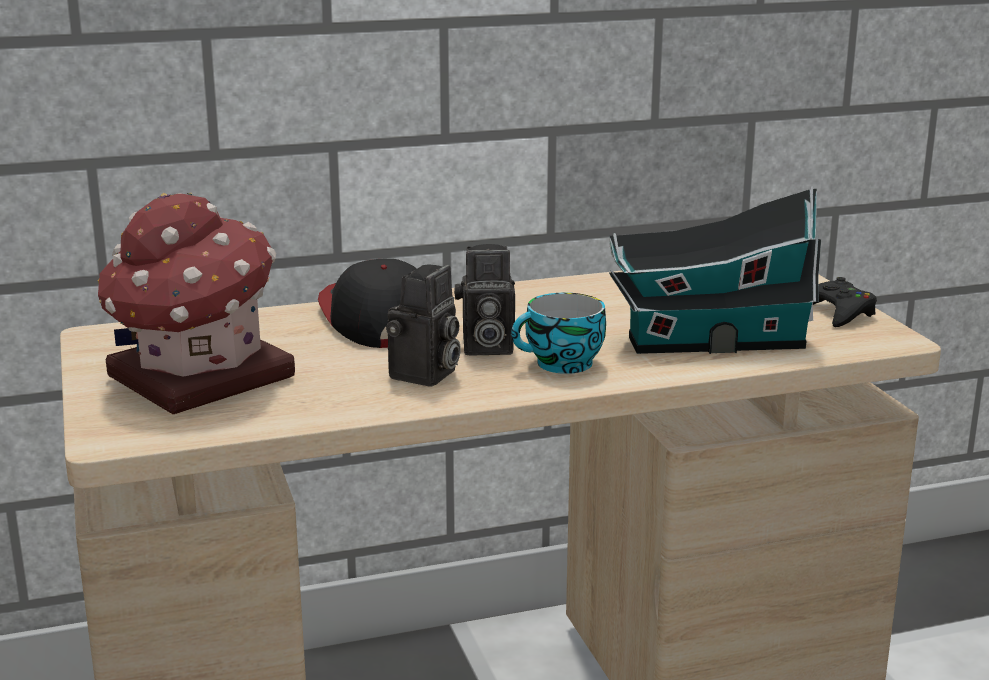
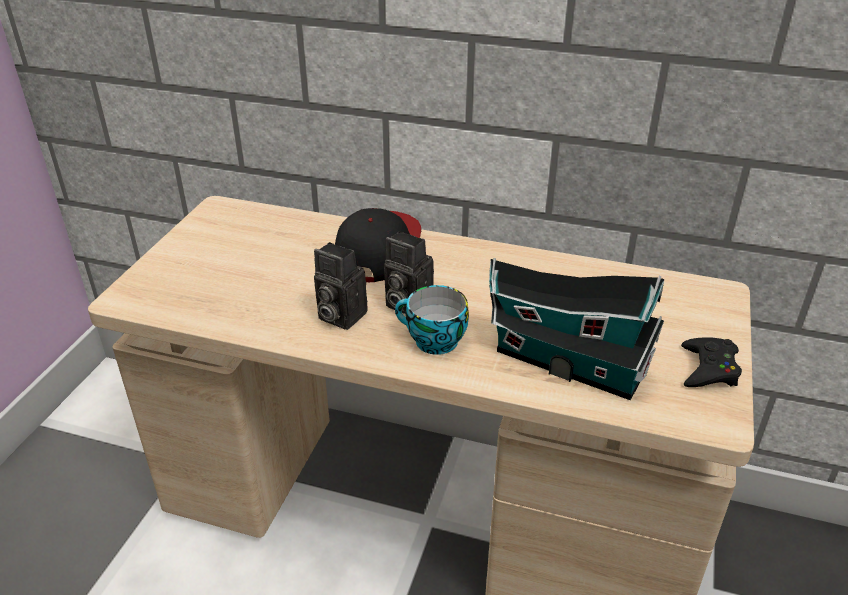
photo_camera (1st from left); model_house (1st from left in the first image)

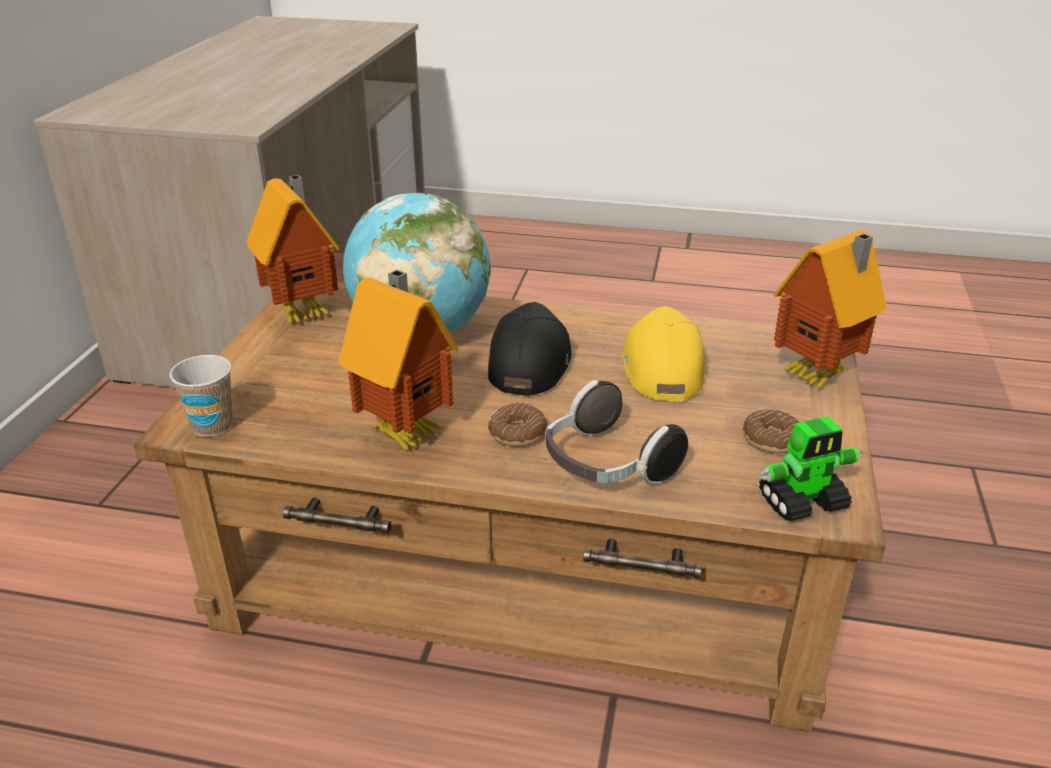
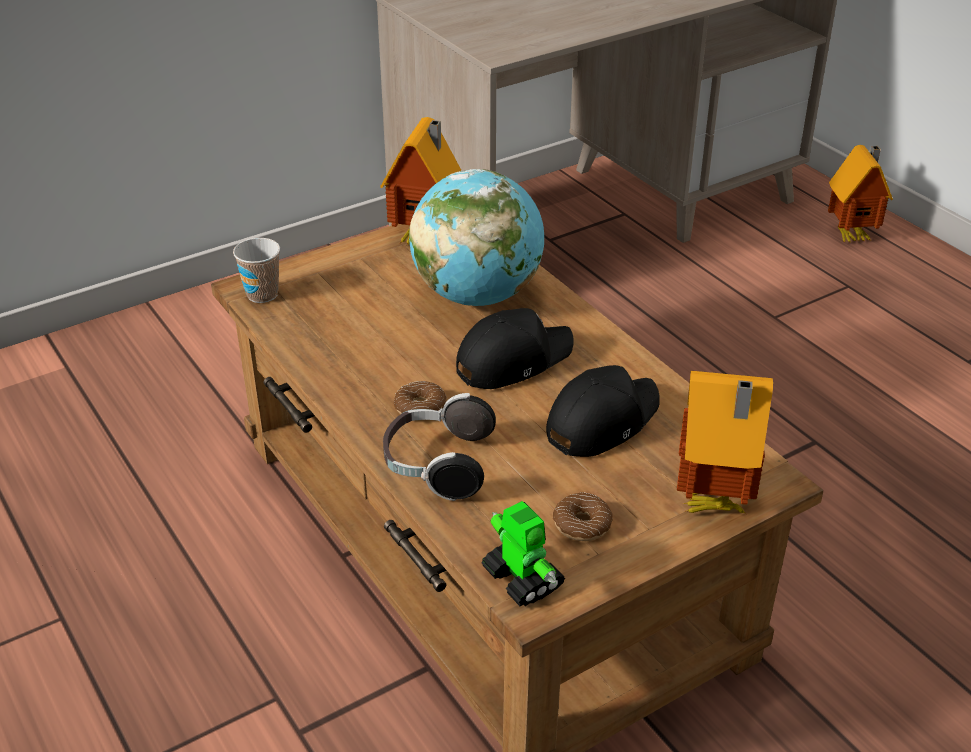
model_robot; black-coloured_peaked_cap (2nd from left); model_house (3rd from left)

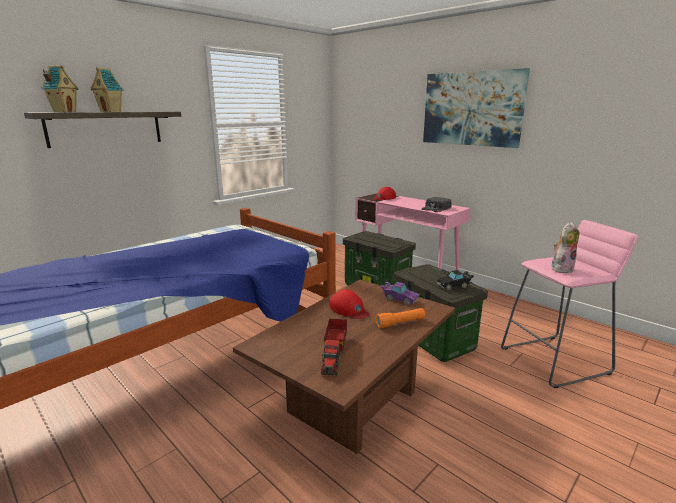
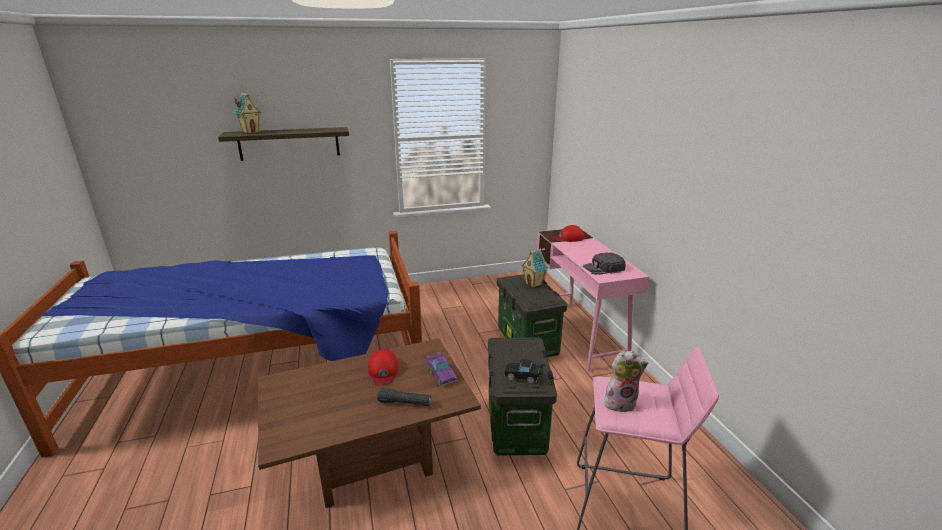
black-coloured_torch; model_house (2nd from left); toy_lorry; picture

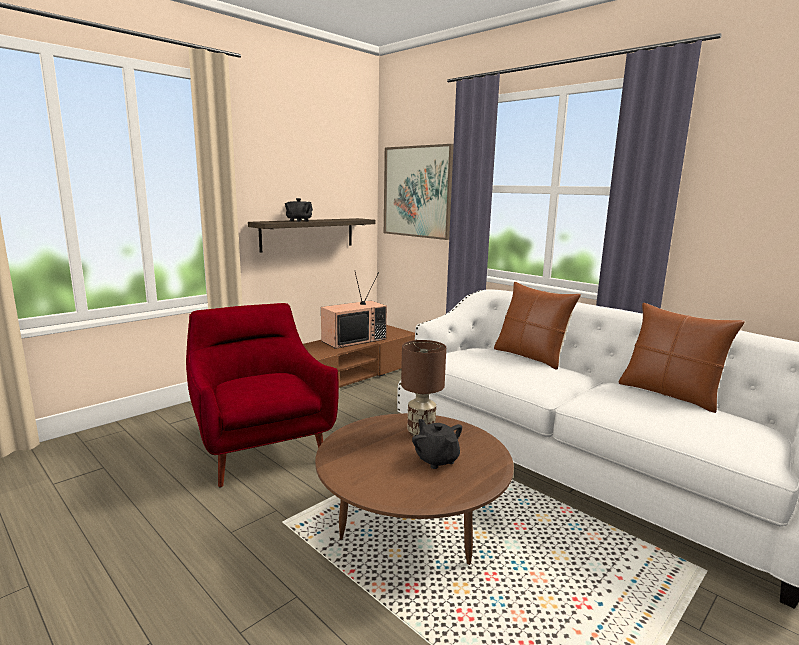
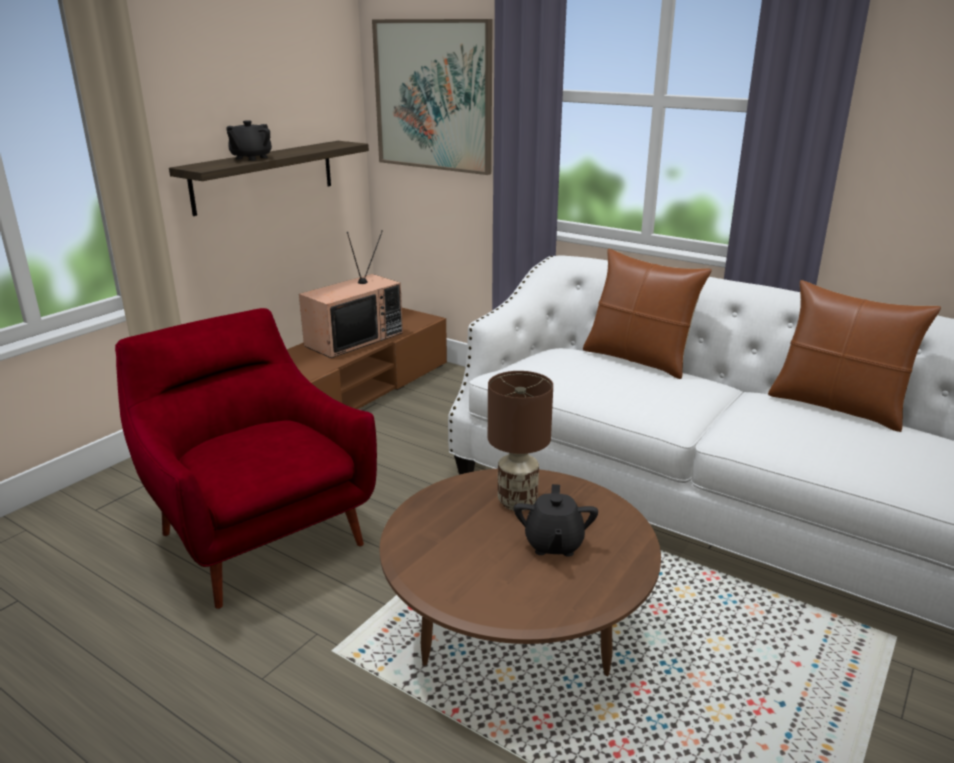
black-coloured_teapot (2nd from left)

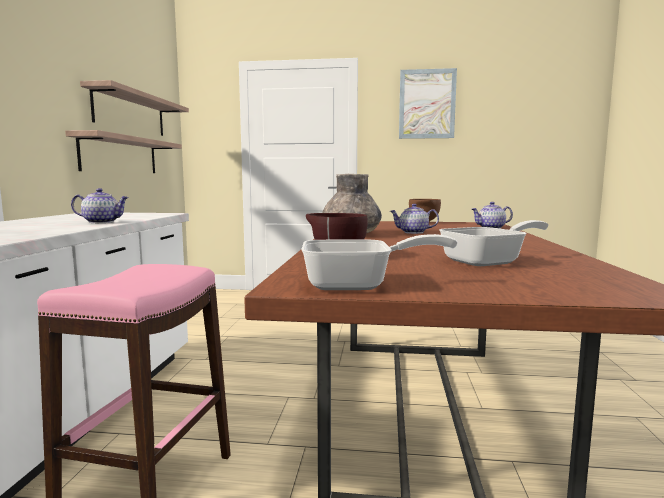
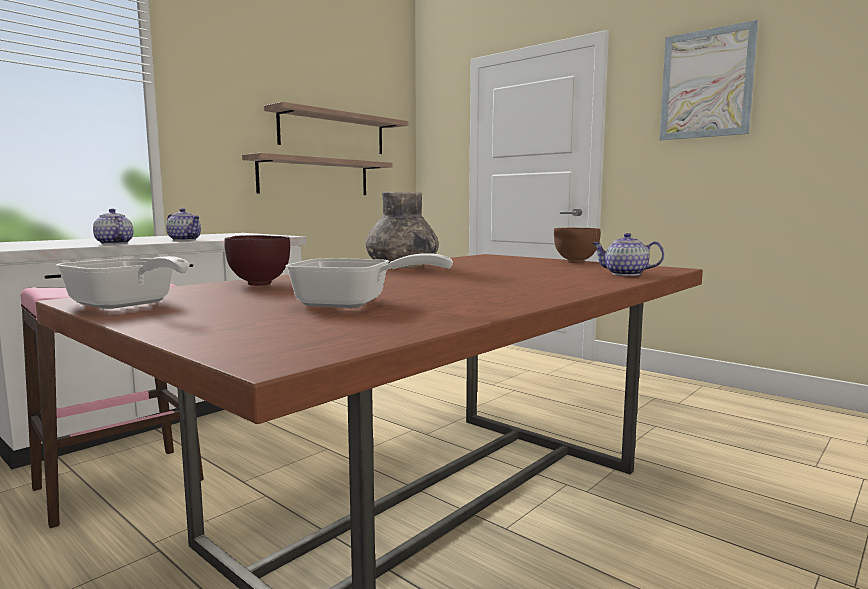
teapot (1st from left)

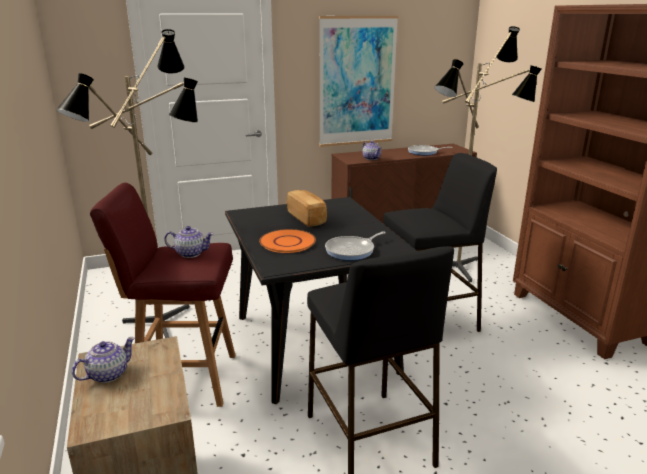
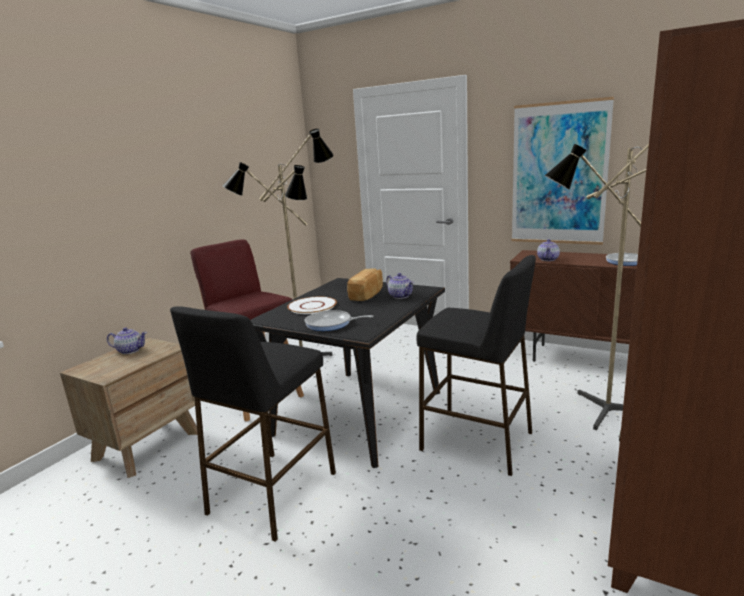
white-coloured_plate; teapot (2nd from left)

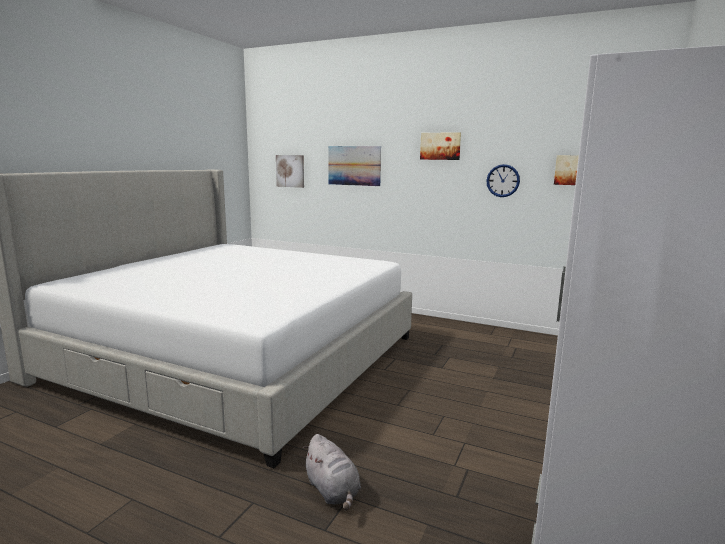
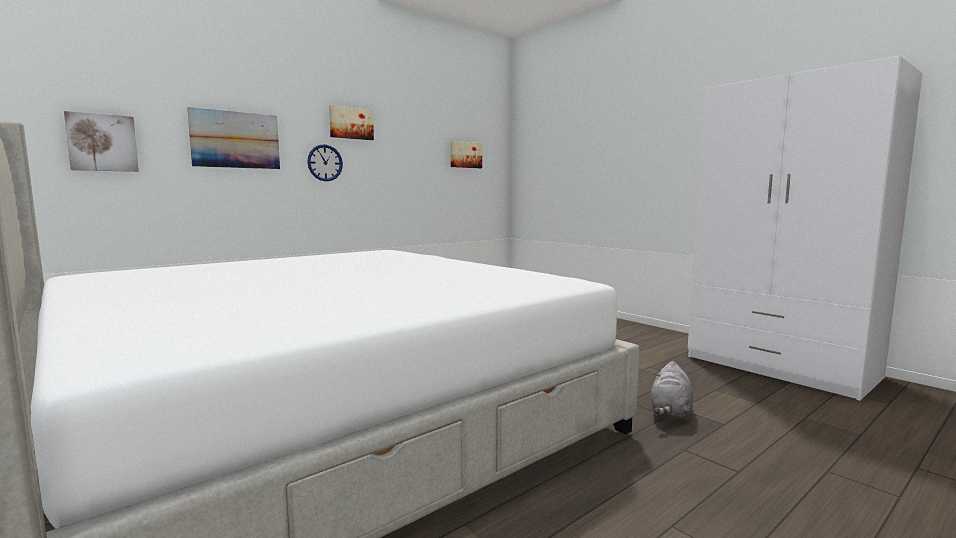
wall_clock; greyish_soft_toy

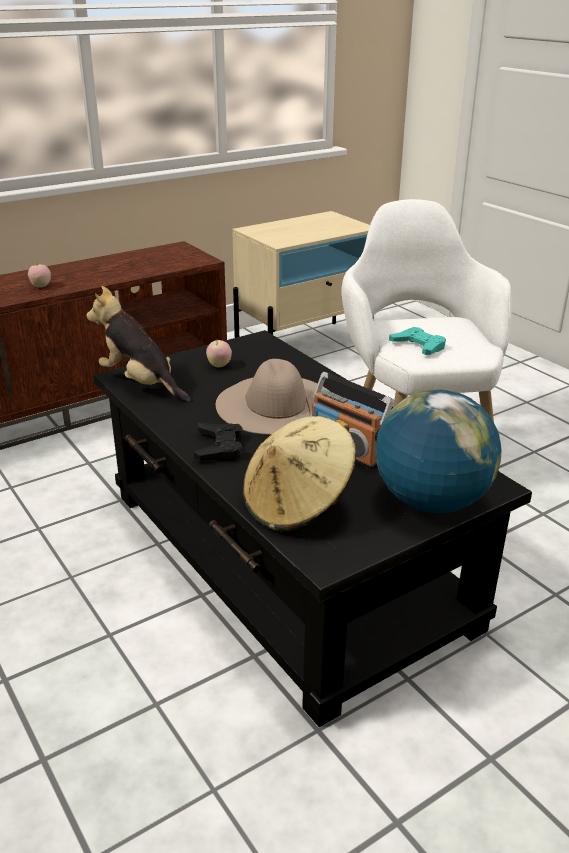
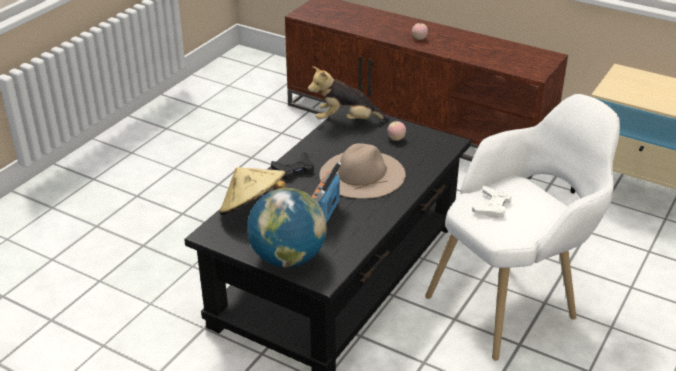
soft_toy; white-coloured_game_controller

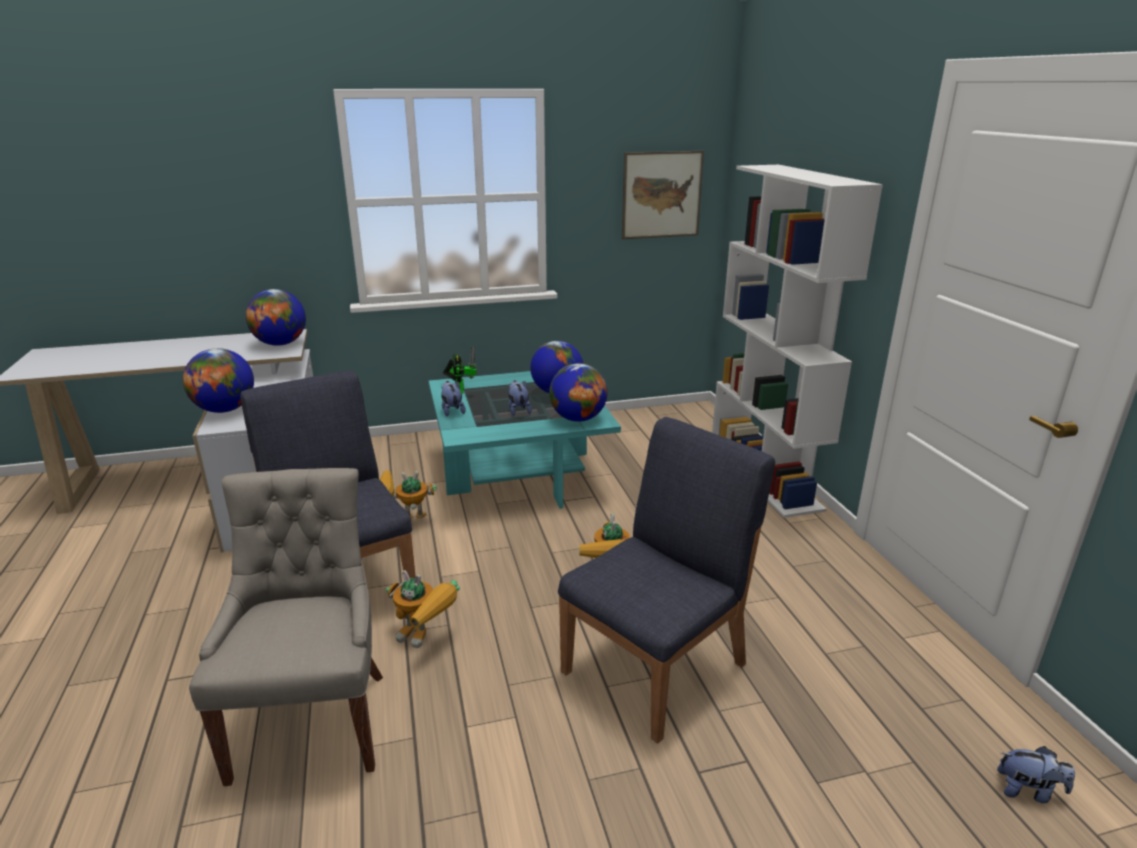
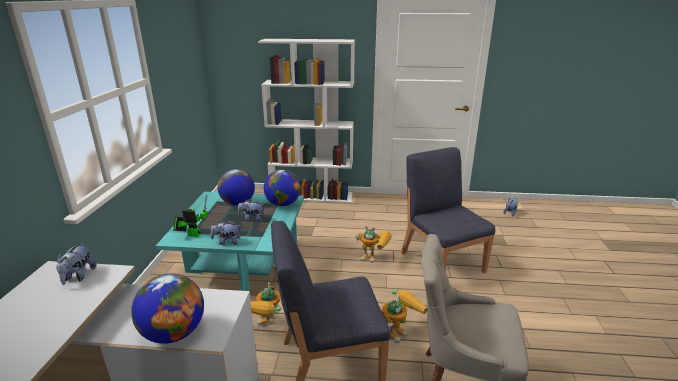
soft_toy (1st from left); picture

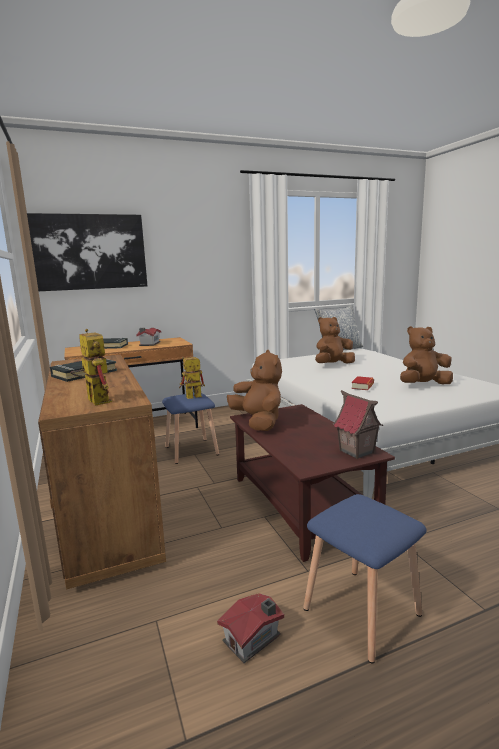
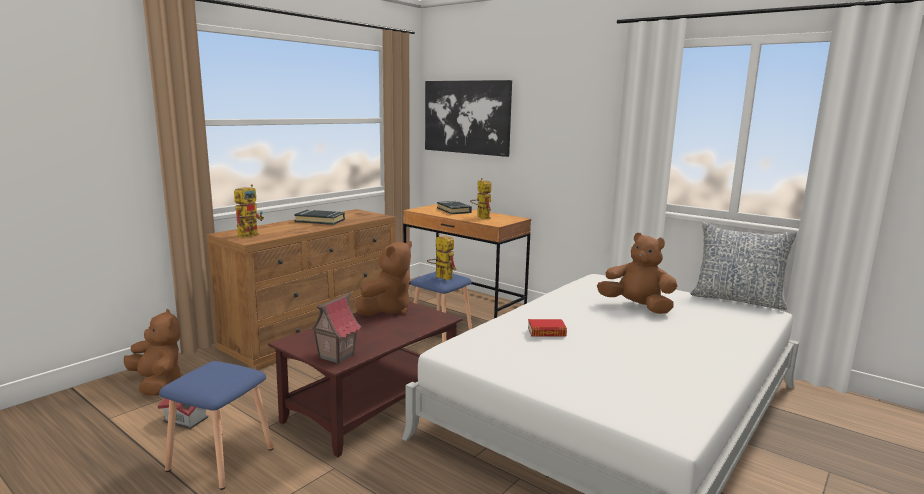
brown_soft_toy (1st from left); model_robot (3rd from left)

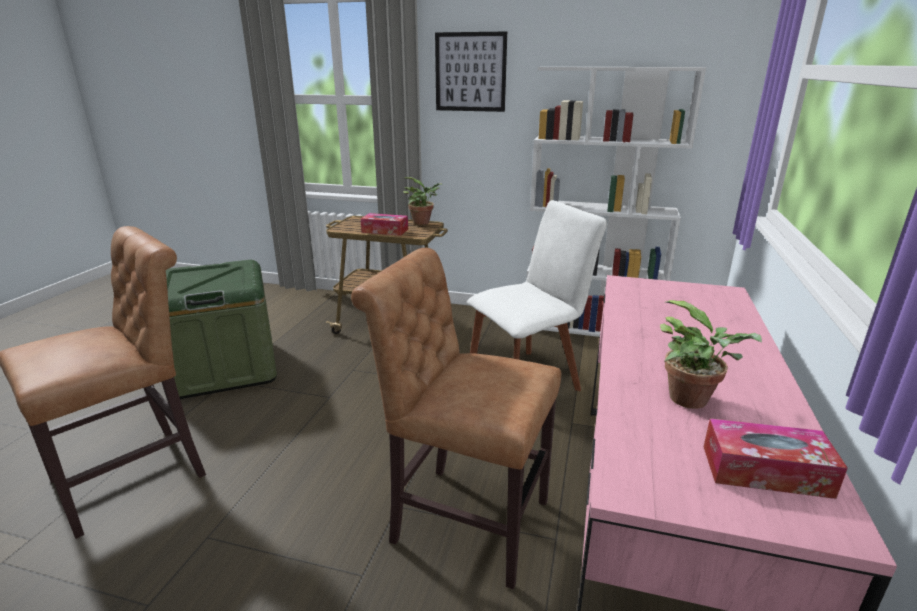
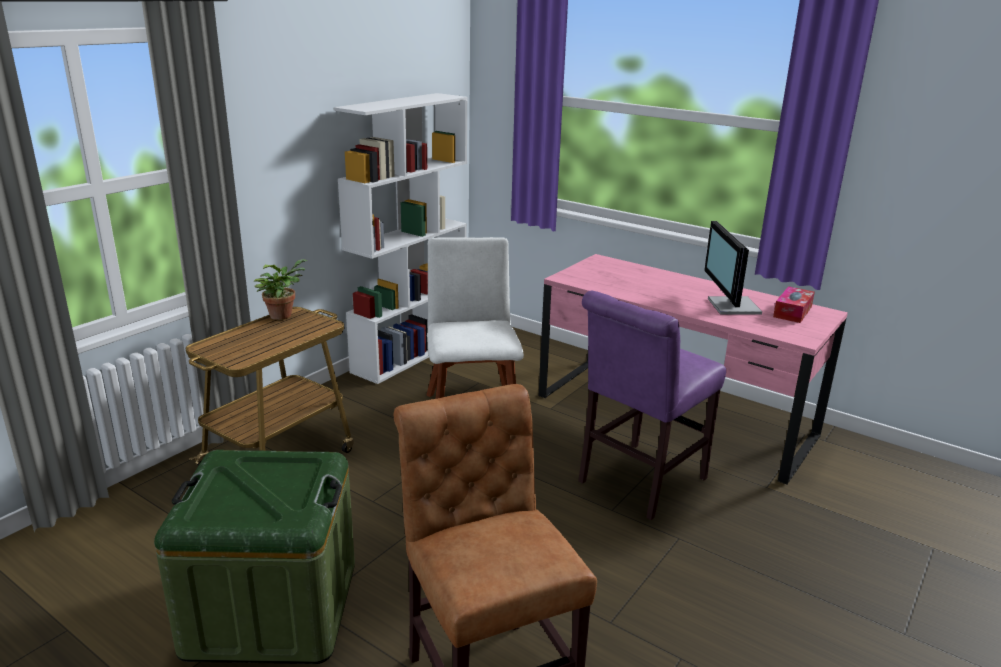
purple_chair; computer_display; tissue_holder (1st from left in the first image); picture

